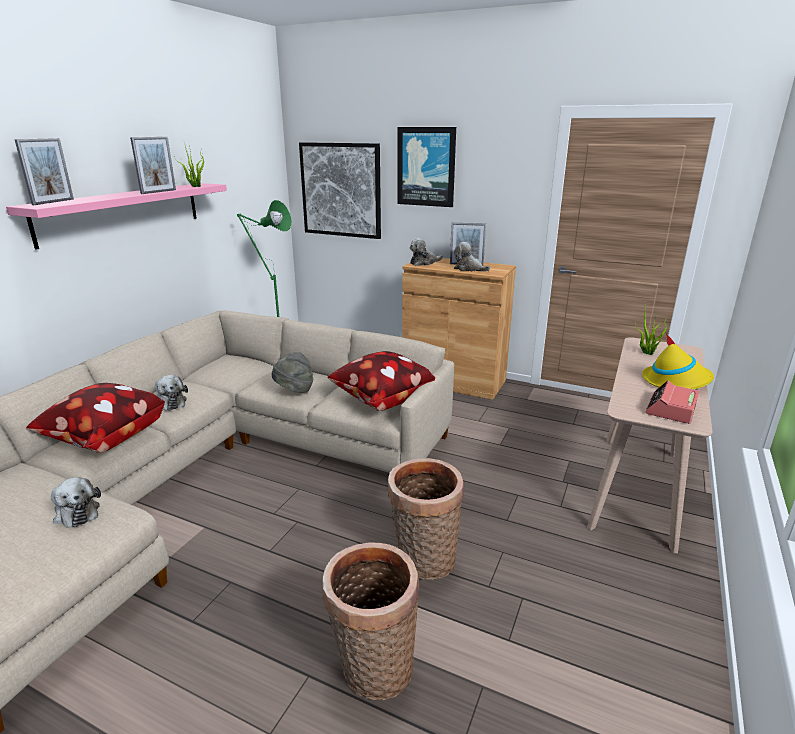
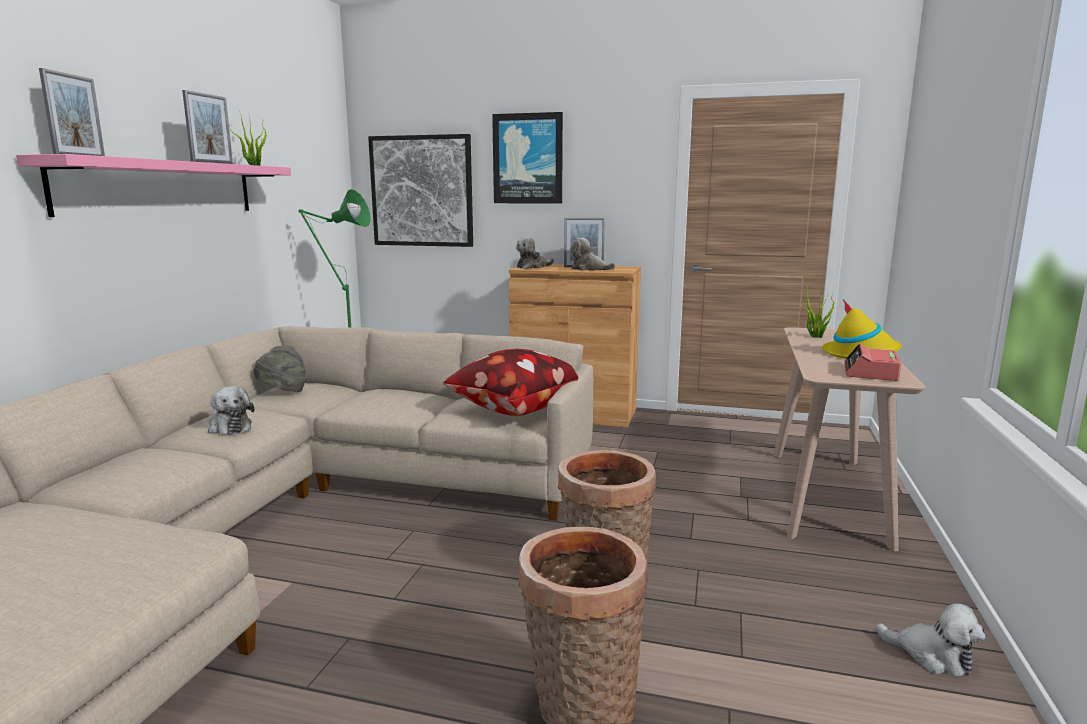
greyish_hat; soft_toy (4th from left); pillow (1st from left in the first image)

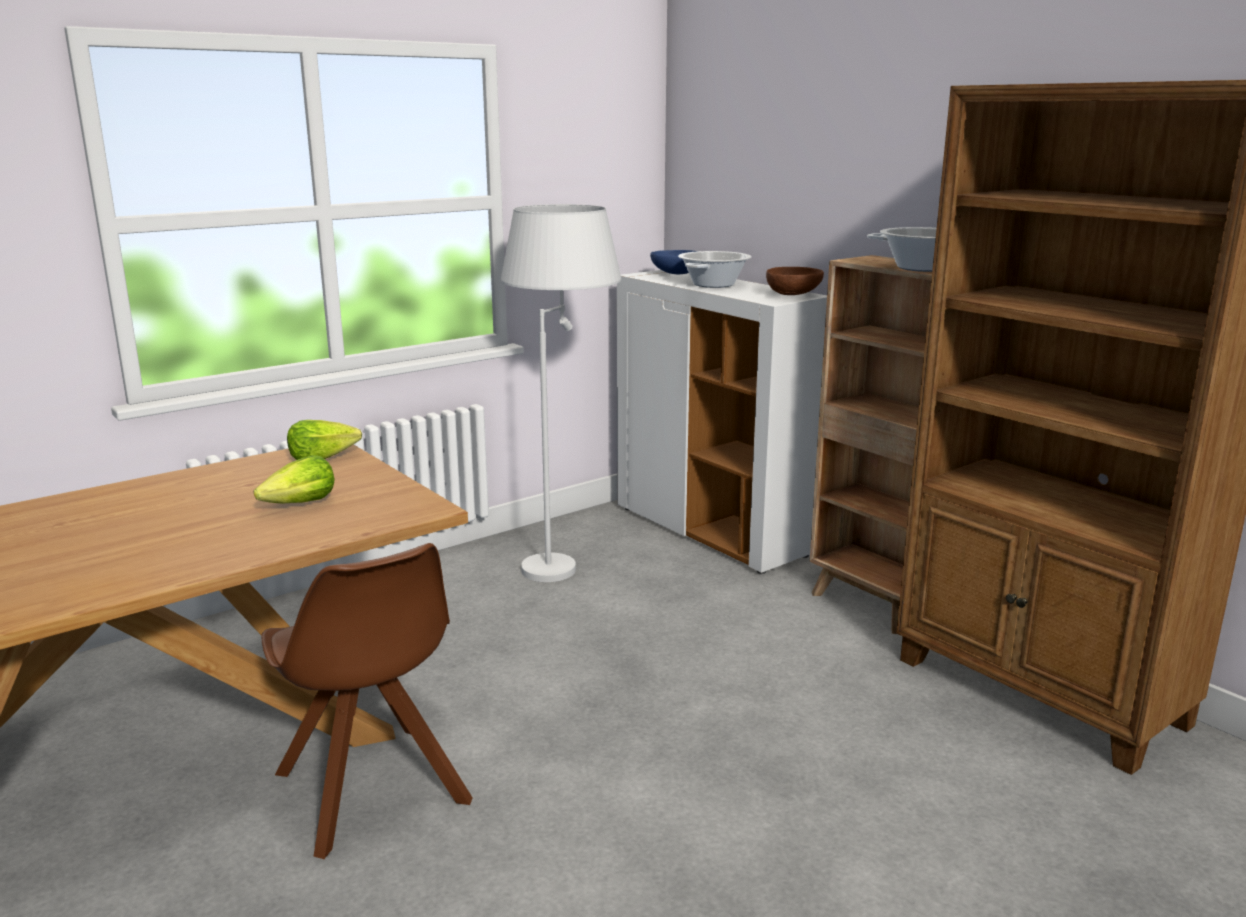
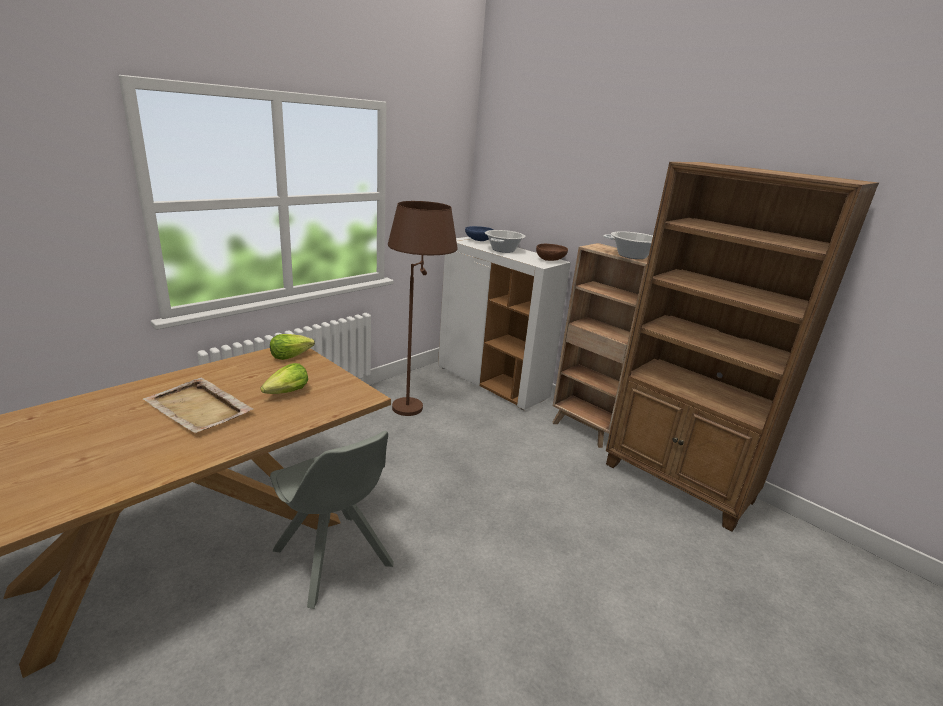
sand-coloured_tray; greyish_chair; brown_standing_lamp

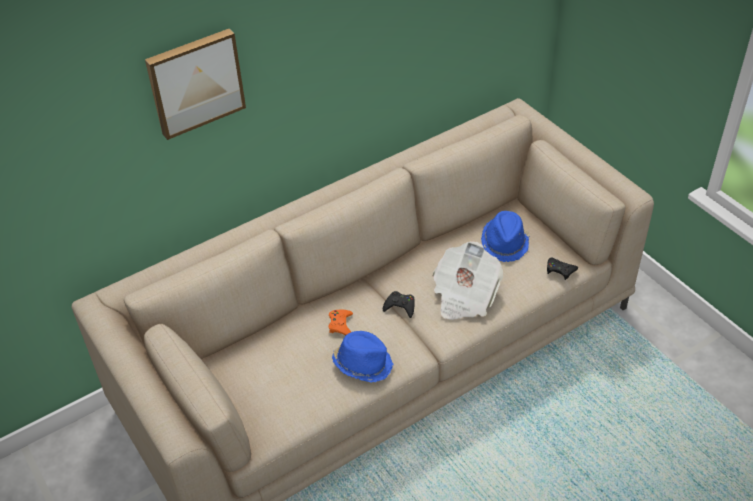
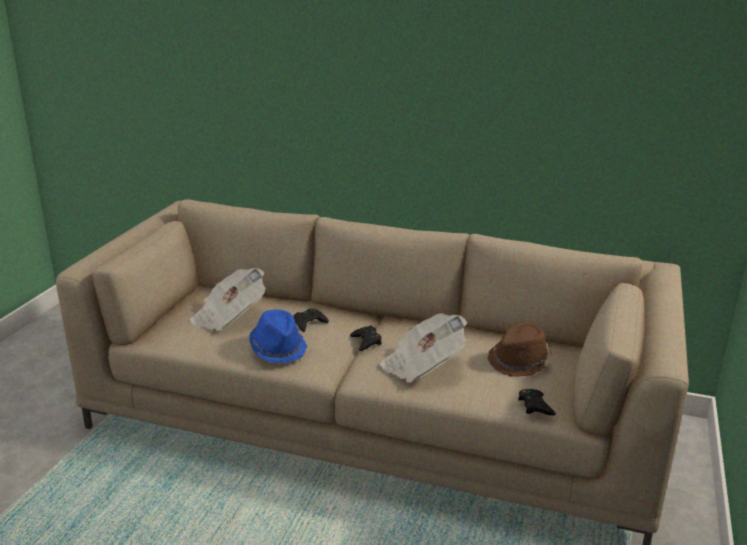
printed_paper (1st from left); black-coloured_game_controller (1st from left); brown_hat; picture

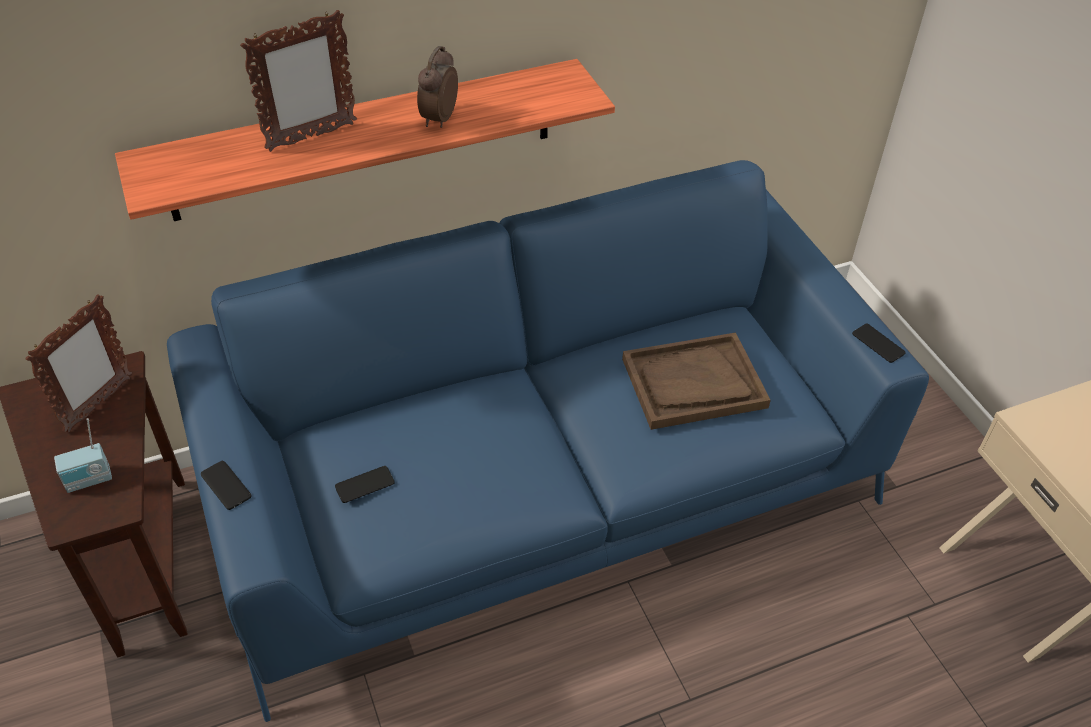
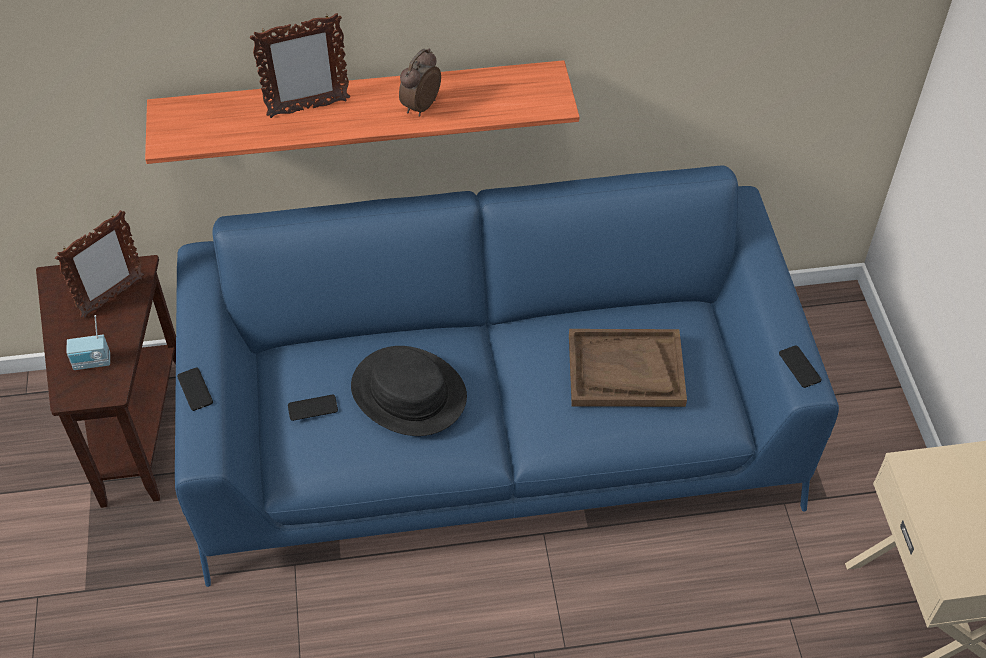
black-coloured_hat

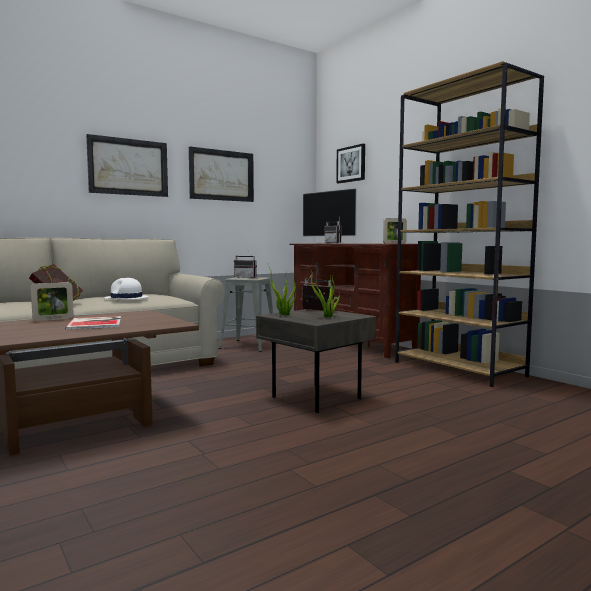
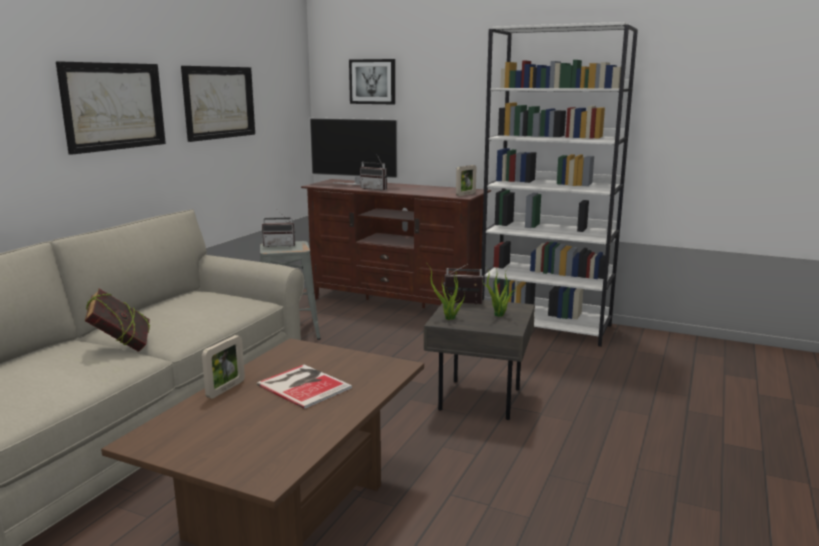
white-coloured_shelving_unit; white-coloured_hat

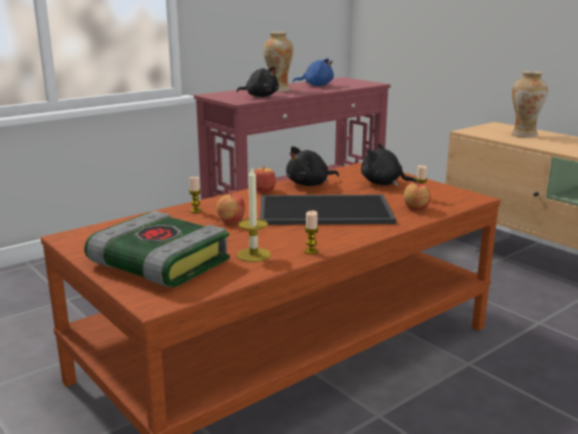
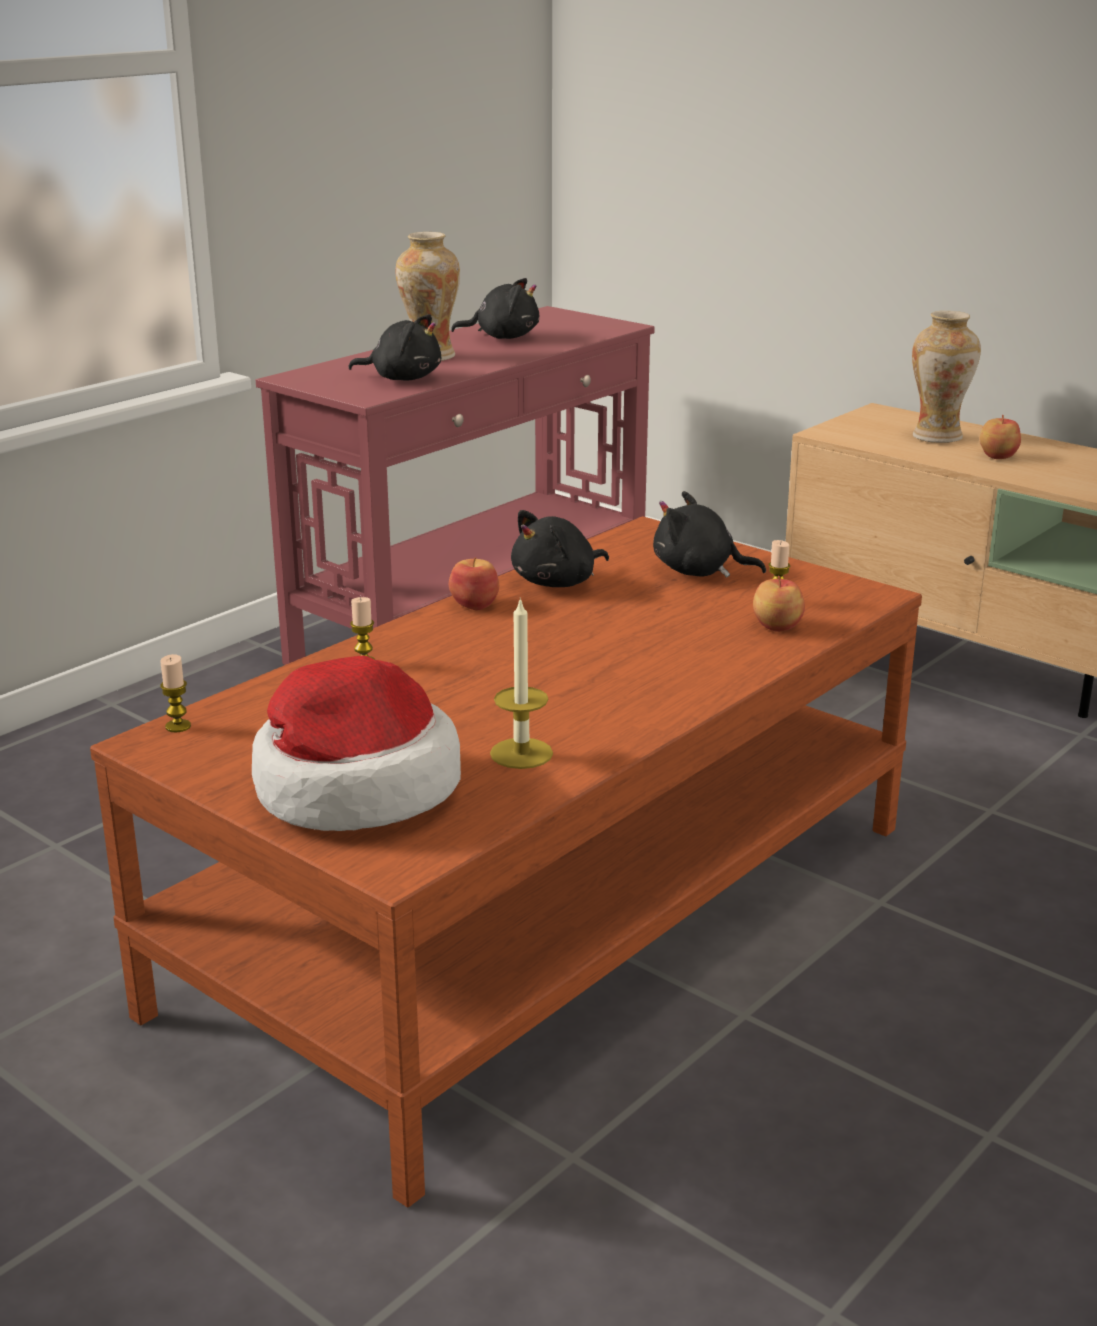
wax_light (1st from left); hat; black-coloured_soft_toy (2nd from left); whole_apple (3rd from left); tray

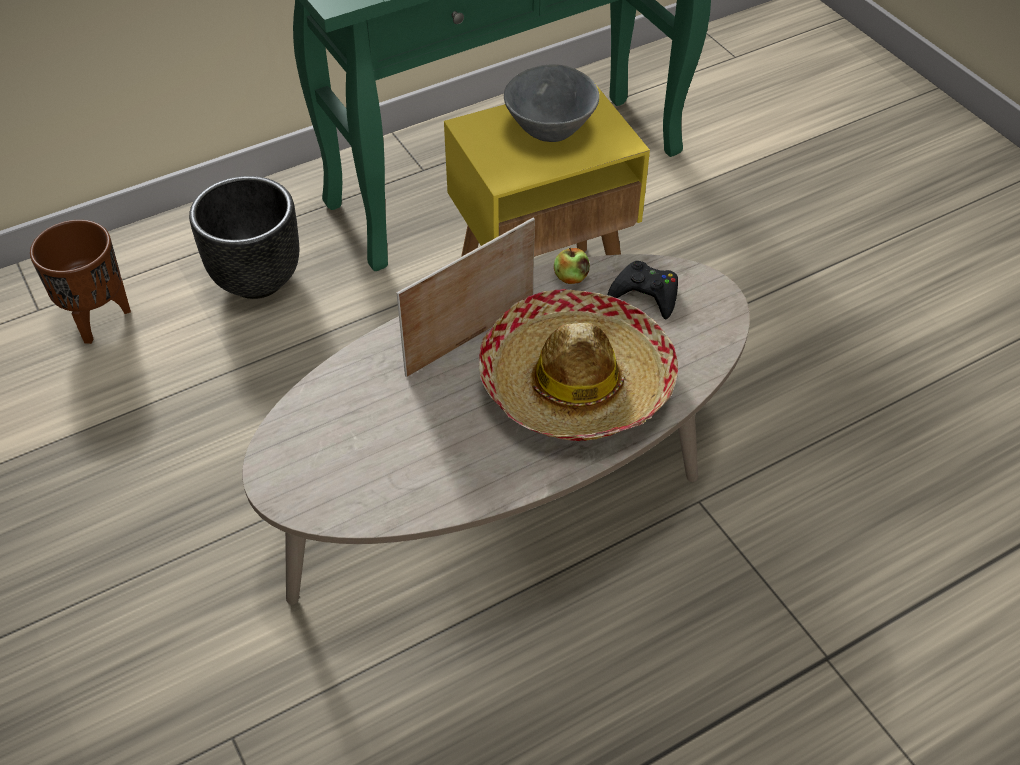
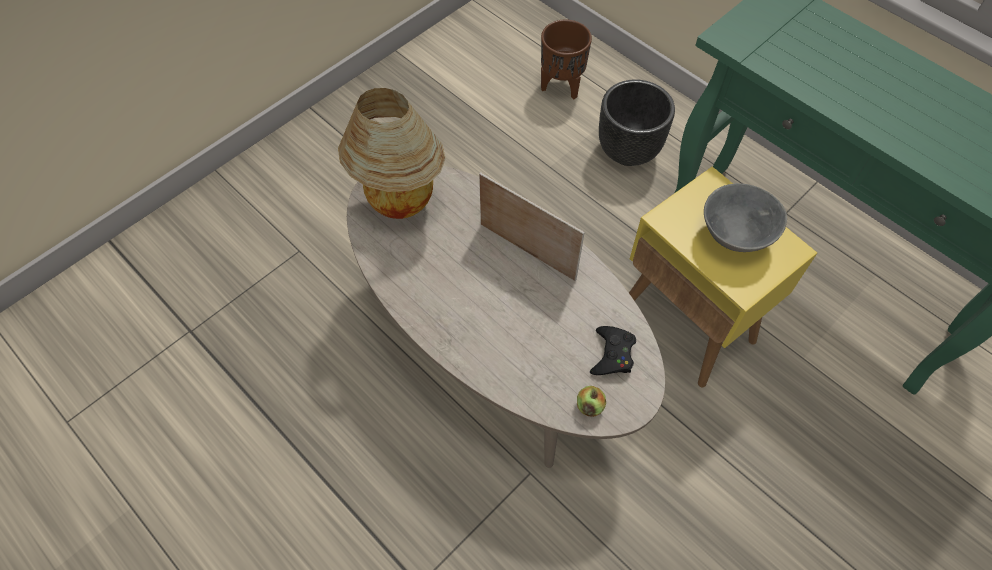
table_lamp; whole_apple; hat

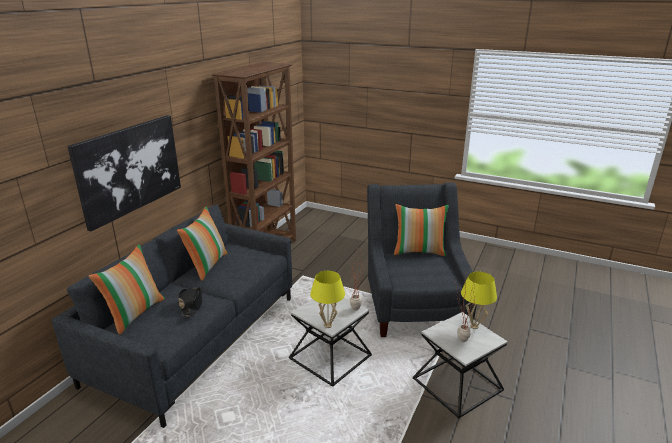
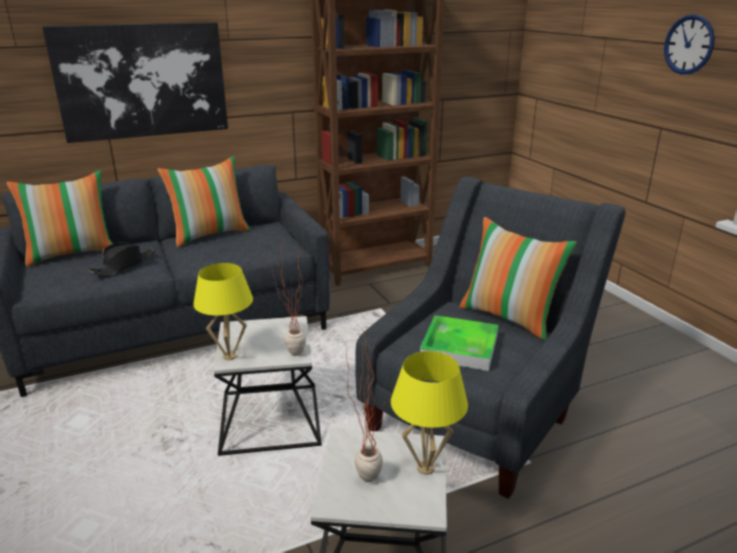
tray; wall_clock

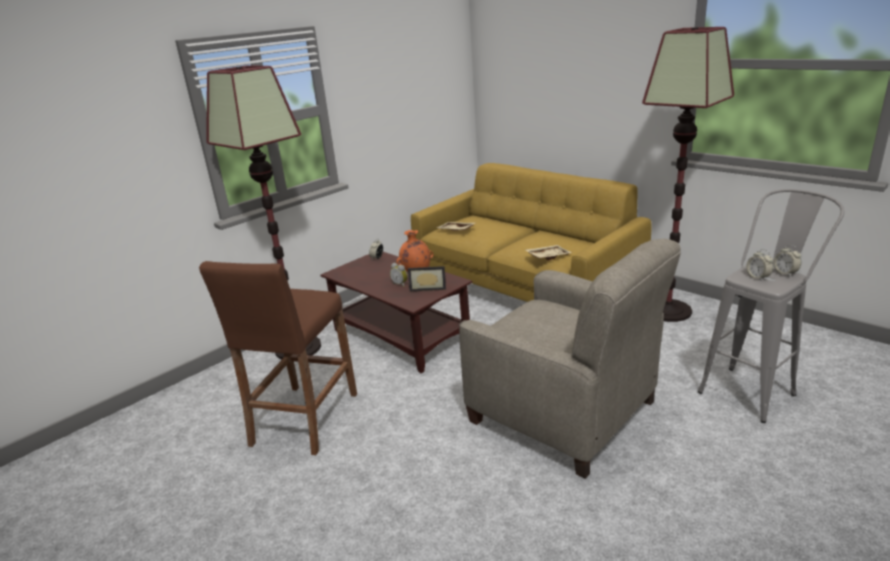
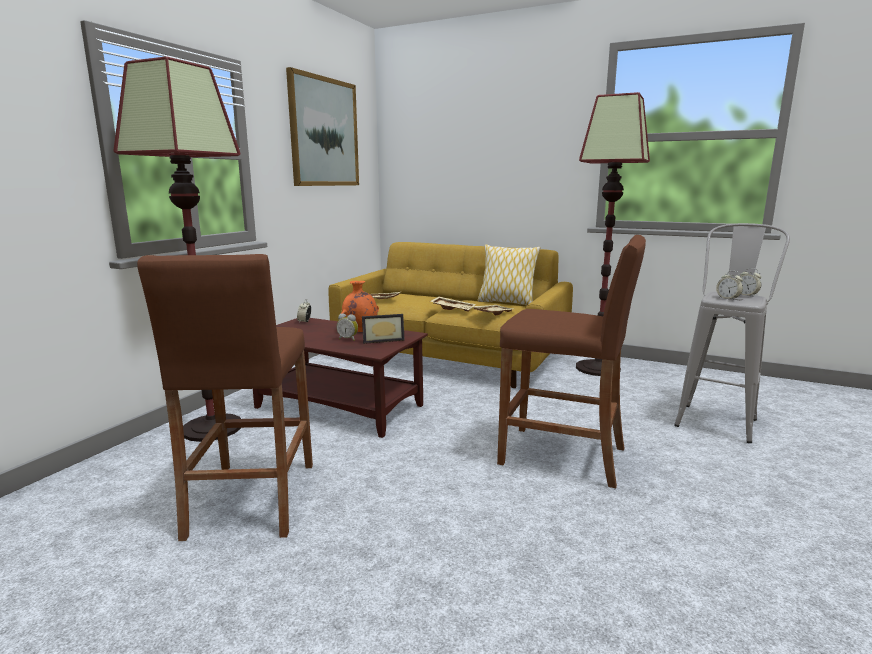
picture; sand-coloured_tray (2nd from left); pillow; brown_sitting_stool (2nd from left)

